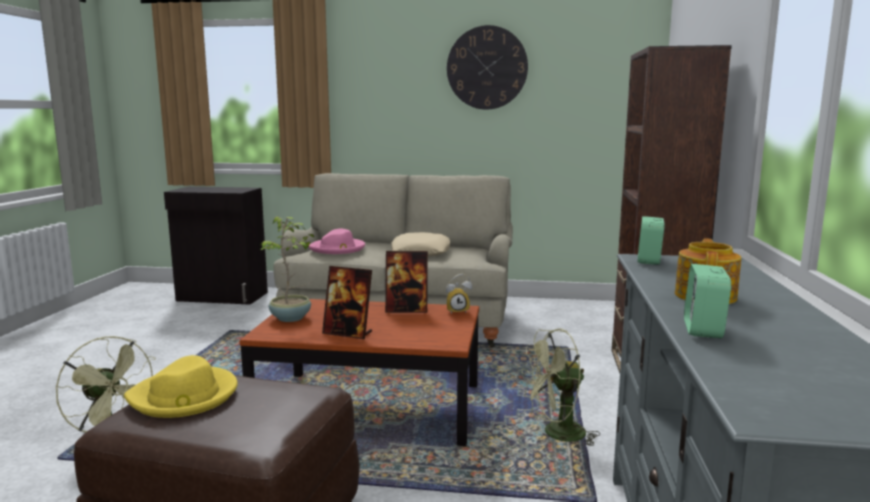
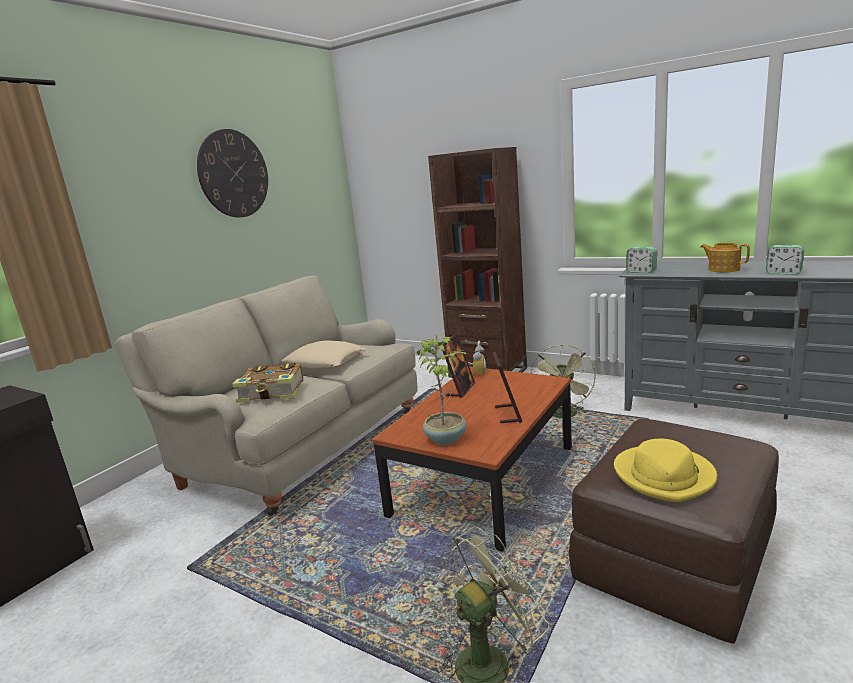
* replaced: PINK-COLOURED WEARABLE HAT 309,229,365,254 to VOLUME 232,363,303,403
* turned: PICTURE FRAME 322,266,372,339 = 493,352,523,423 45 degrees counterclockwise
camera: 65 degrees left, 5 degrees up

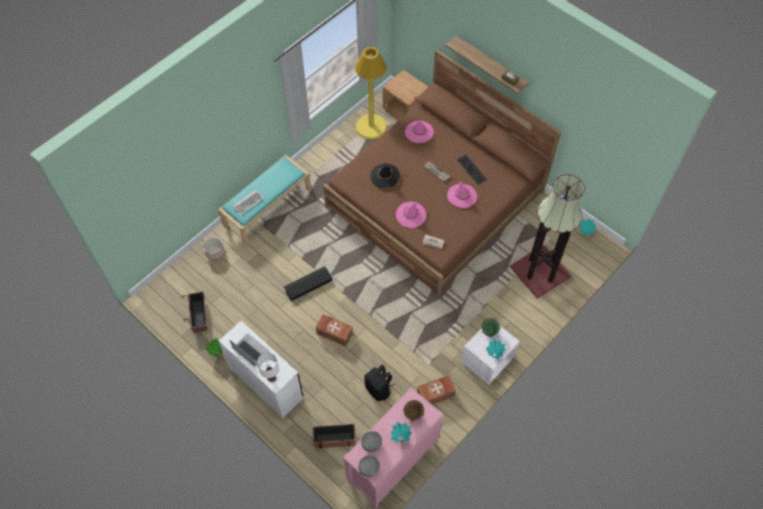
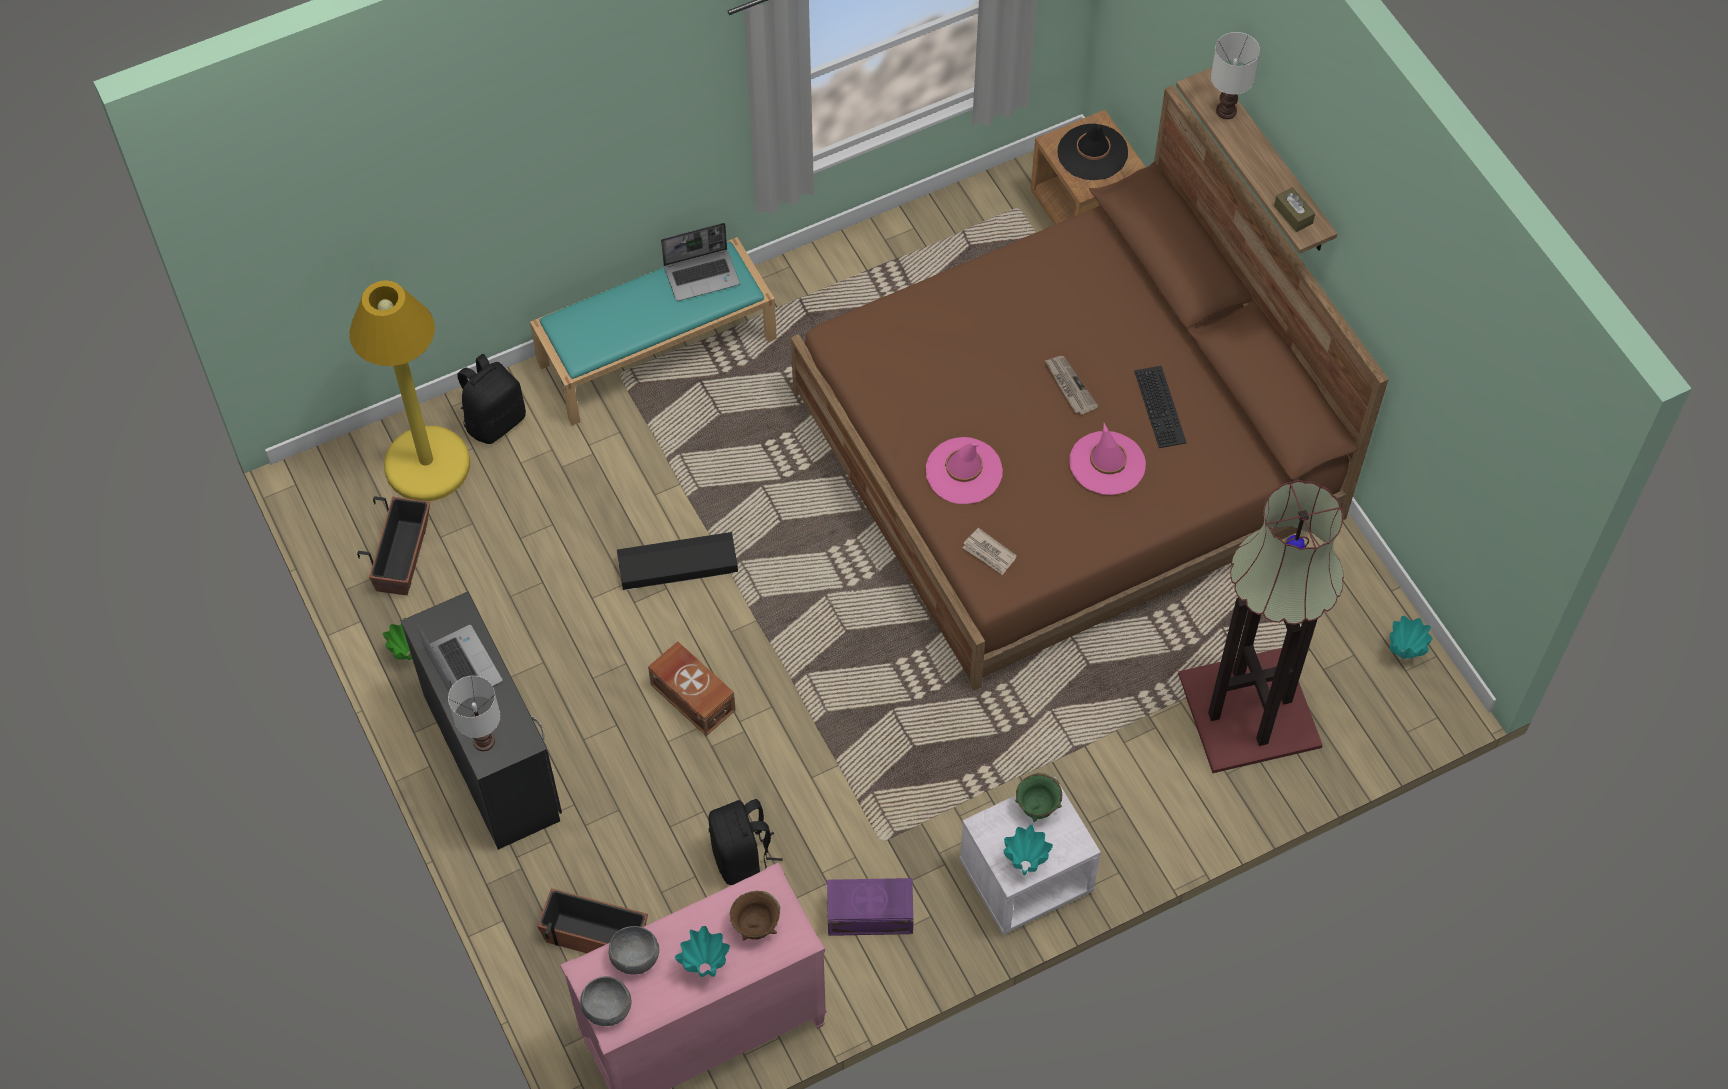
* replaced: PLANT POT 203,237,225,260 to BLACK-COLOURED RUCKSACK 457,354,526,444
* recoloured: WHITE-COLOURED DESK UNIT 219,321,303,418 to BLACK-COLOURED DESK UNIT 401,592,562,850
* removed: KEYBOARD 232,190,264,216
* moved: YELLOW FLOOR LAMP 355,47,387,140 to 349,280,470,501
* moved: BLACK-COLOURED WEARABLE HAT 370,164,400,188 to 1057,124,1128,180
* removed: PINK-COLOURED WEARABLE HAT 405,121,434,143
* recoloured: BROWN STORAGE BOX 417,375,456,404 to PURPLE-COLOURED STORAGE BOX 827,878,914,936
* added: LAPTOP 661,223,740,301
* added: WHITE-COLOURED TABLE LAMP 1211,32,1260,119
camera: 20 degrees right, 0 degrees up

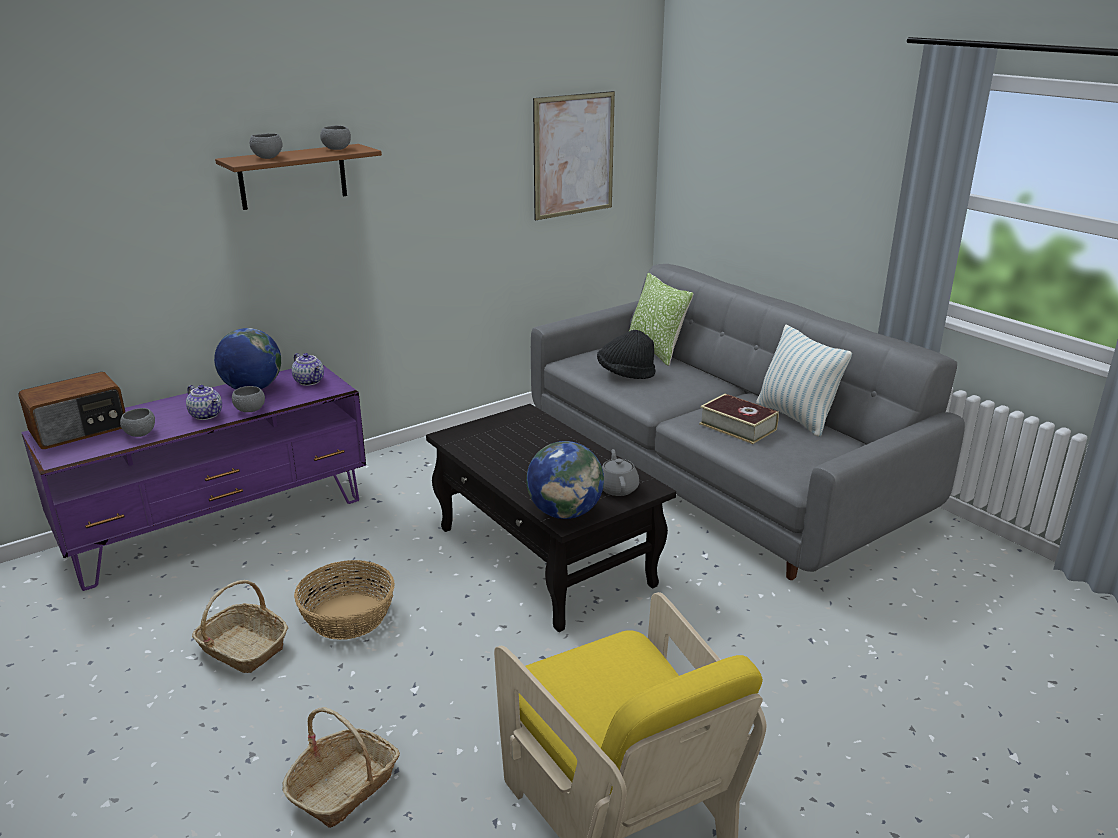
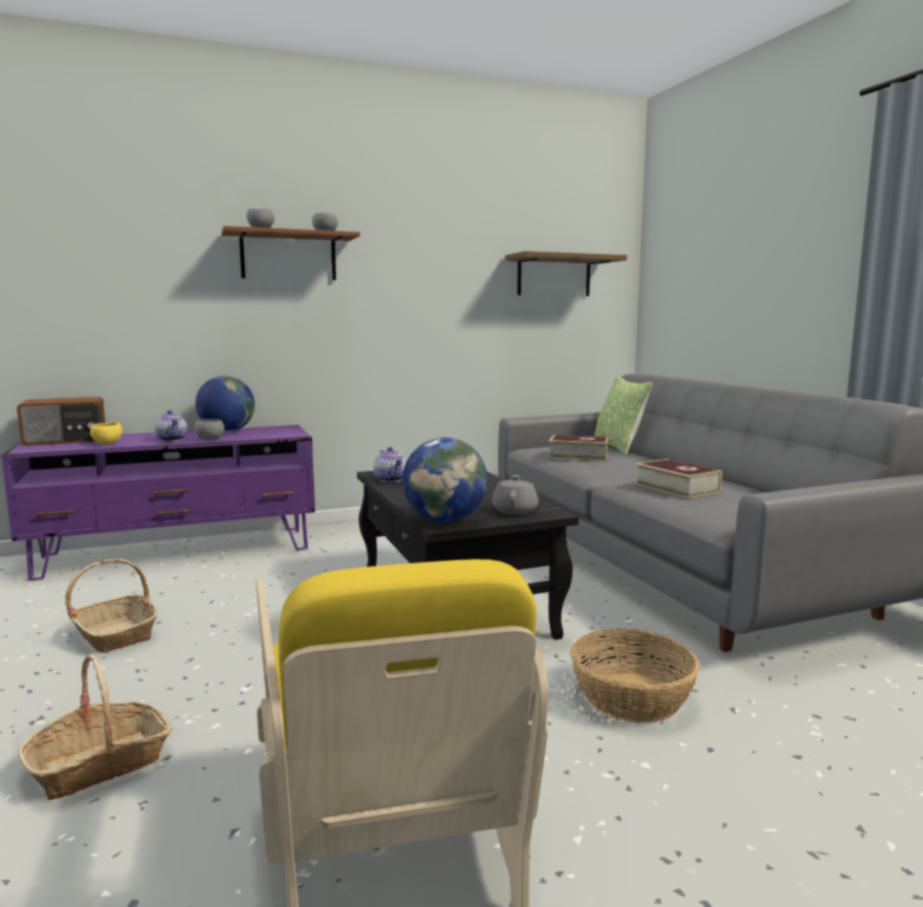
* recoloured: GREY SERVING BOWL 120,408,155,437 to YELLOW SERVING BOWL 90,422,123,445
* moved: TEAPOT 292,353,324,386 to 374,447,407,482
* moved: HOUSEHOLD BASKET 294,560,395,640 to 570,629,700,723
* replaced: WALL PICTURE 533,91,615,220 to SHELF 505,251,627,296
* replaced: BLACK-COLOURED WEARABLE HAT 597,330,656,379 to VOLUME 549,435,609,461
* removed: CUSHION 756,325,852,437
camera: 15 degrees right, 15 degrees down

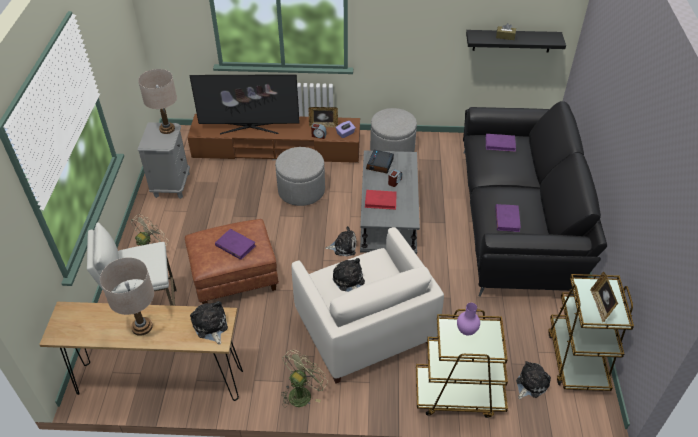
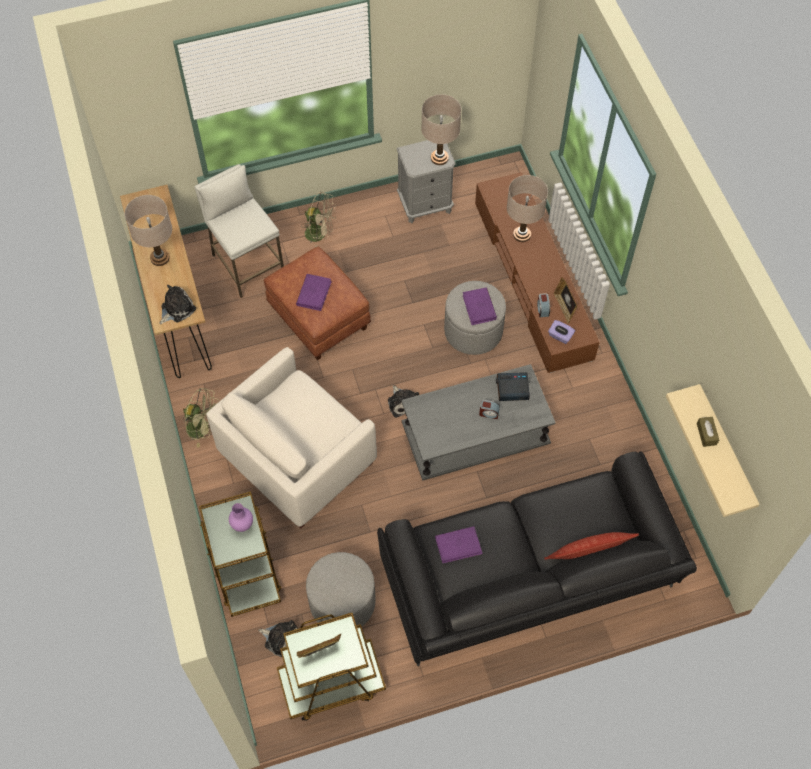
* replaced: TV 189,74,300,134 to BEIGE TABLE LAMP 507,175,548,242
* removed: CUDDLY TOY 333,258,365,292
* removed: RED-COLOURED VOLUME 365,190,397,210
* moved: GREY OTTOMAN 370,108,417,152 to 306,552,376,626
* recoloured: BLACK-COLOURED SHELF 466,30,566,53 to BEIGE SHELF 666,384,760,517
* moved: PURPLE-COLOURED VOLUME 486,134,516,152 to 463,288,497,325
* added: CUSHION 545,532,639,560
camera: 70 degrees right, 15 degrees up

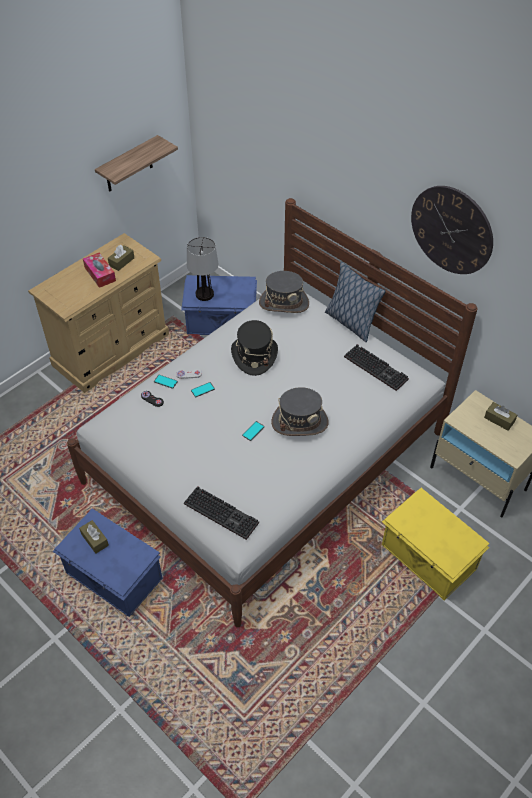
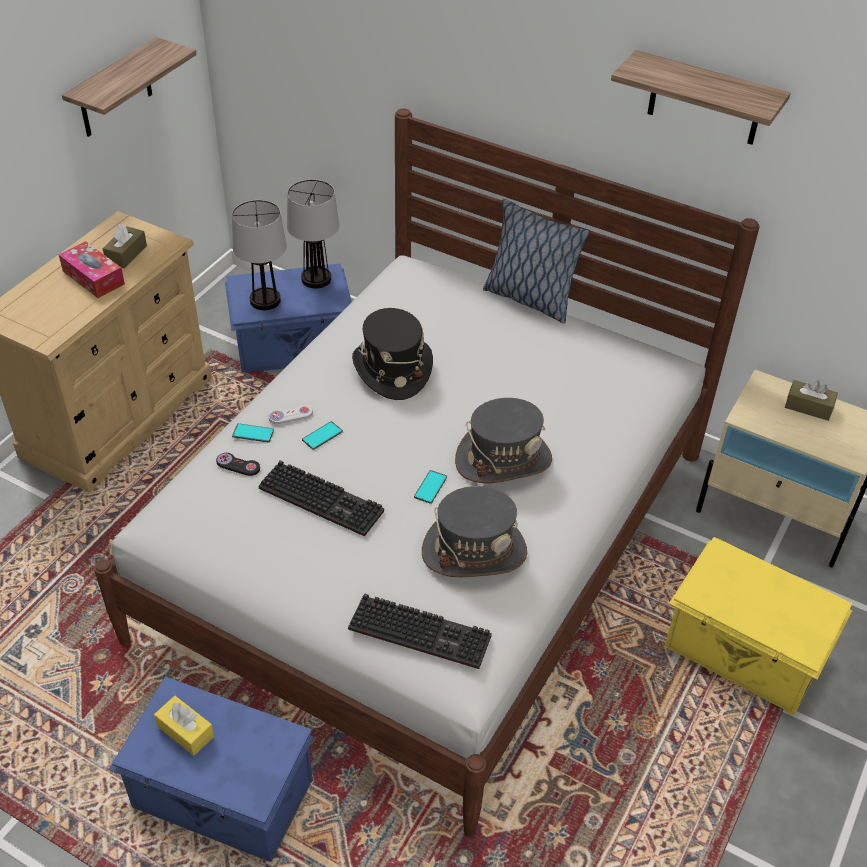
* recoloured: BROWN BOX OF TISSUES 79,520,109,554 to YELLOW BOX OF TISSUES 154,696,214,756
* moved: GREY WEARABLE HAT 259,271,309,313 to 422,486,527,577
* moved: KEYBOARD 344,344,409,391 to 258,460,384,537
* replaced: CLOCK ON THE WALL 411,186,493,274 to SHELF 611,50,791,145
* added: TABLE LAMP 287,179,339,289
camera: 15 degrees left, 5 degrees down

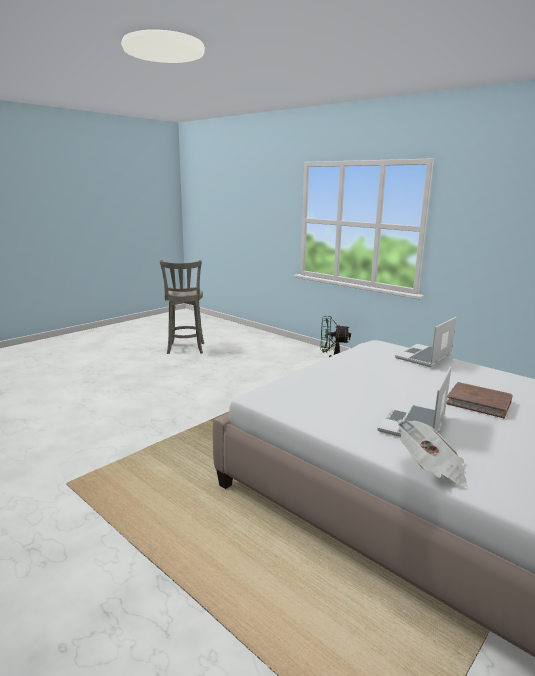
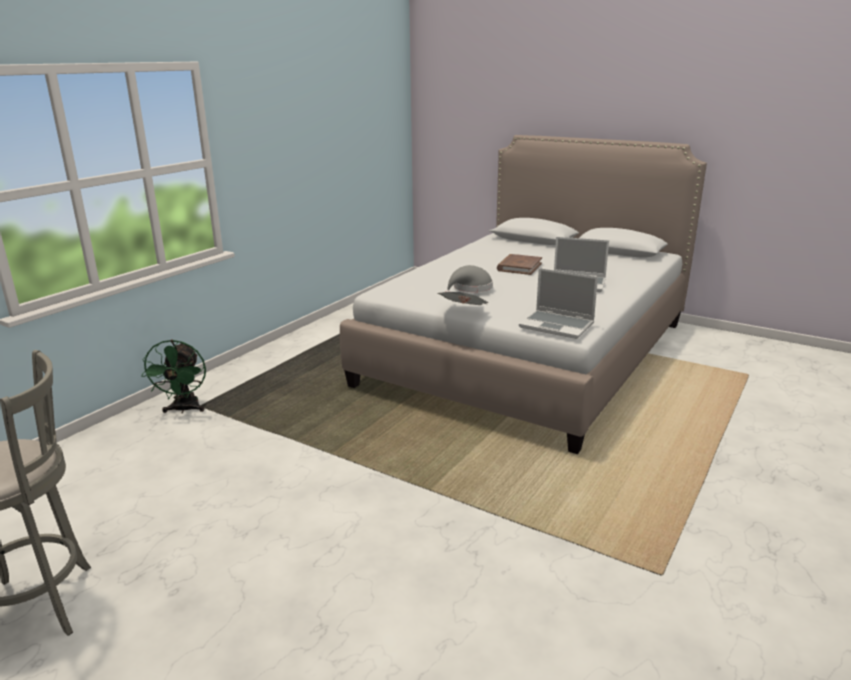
* moved: LAPTOP 395,317,457,367 to 519,268,598,339
* moved: NEWSPAPER 398,419,467,487 to 438,292,488,305
* added: GREY WEARABLE HAT 445,265,493,292
camera: 100 degrees left, 5 degrees up

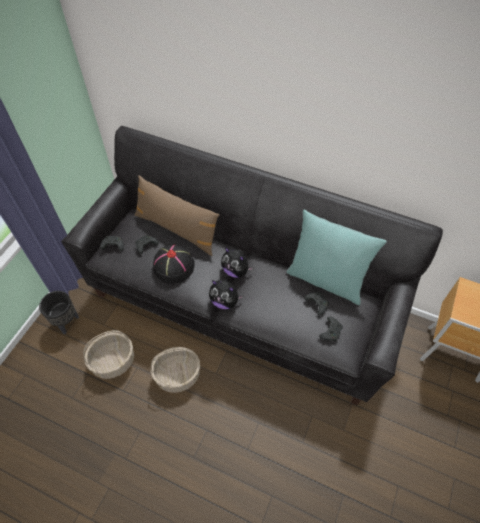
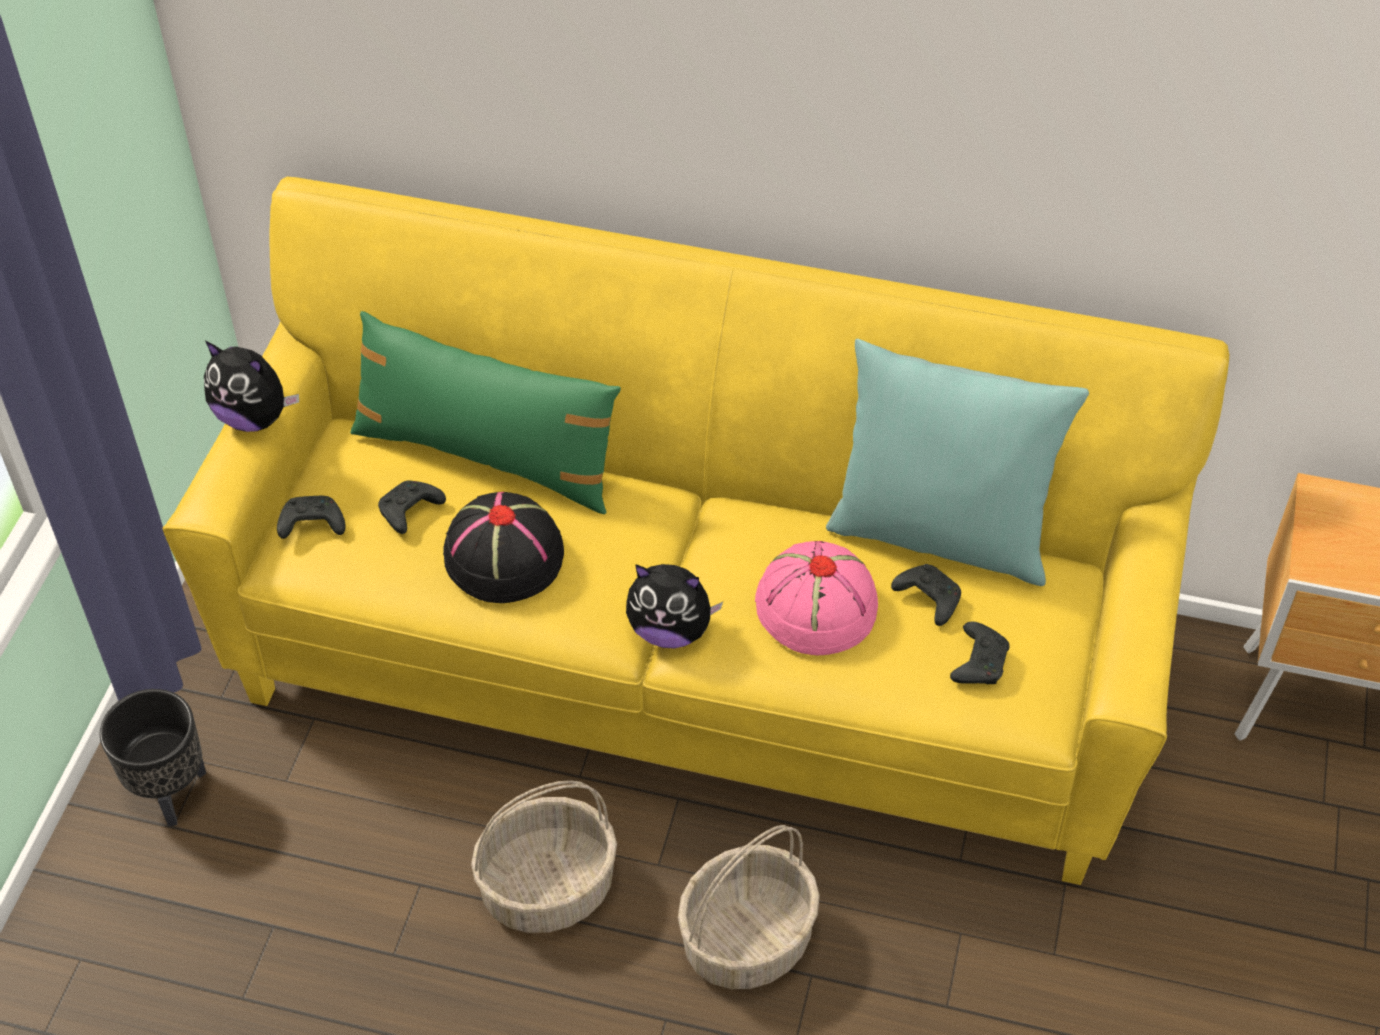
* recoloured: BLACK-COLOURED COUCH 61,126,443,405 to YELLOW COUCH 163,177,1229,885
* moved: HOUSEHOLD BASKET 83,330,134,379 to 678,825,820,989
* recoloured: BROWN CUSHION 135,175,220,256 to GREEN CUSHION 350,311,621,514
* moved: CUDDLY TOY 221,247,254,278 to 204,341,299,432
* added: PINK-COLOURED WEARABLE HAT 755,541,878,655
camera: 10 degrees left, 5 degrees down

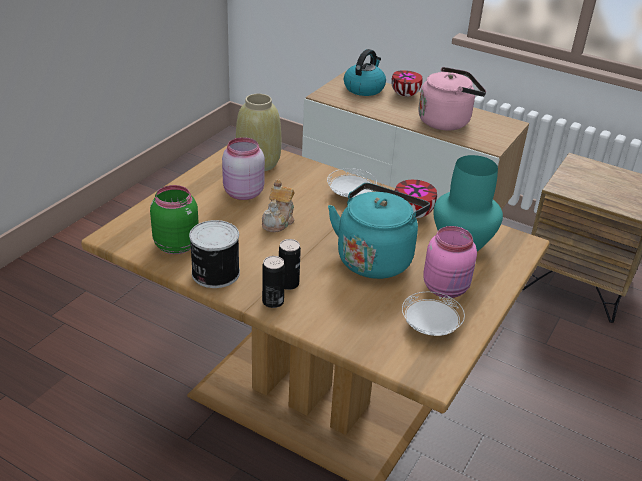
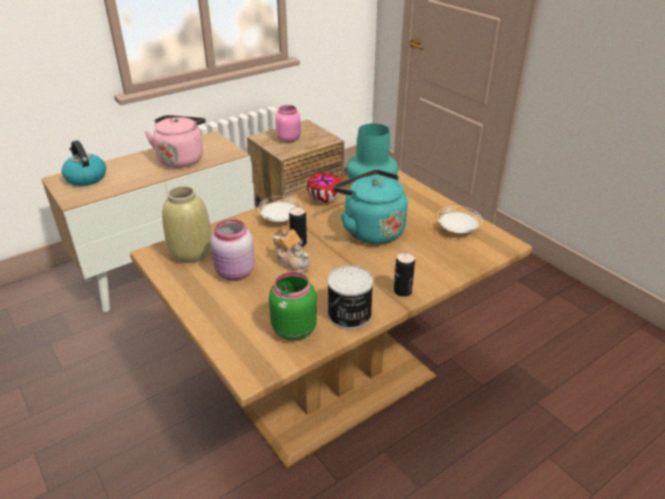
* moved: CAN 279,239,301,290 to 289,207,307,247
* removed: SERVING BOWL 391,70,423,97
* moved: PINK-COLOURED JAR 423,226,477,298 to 275,105,301,143
camera: 65 degrees left, 0 degrees up

